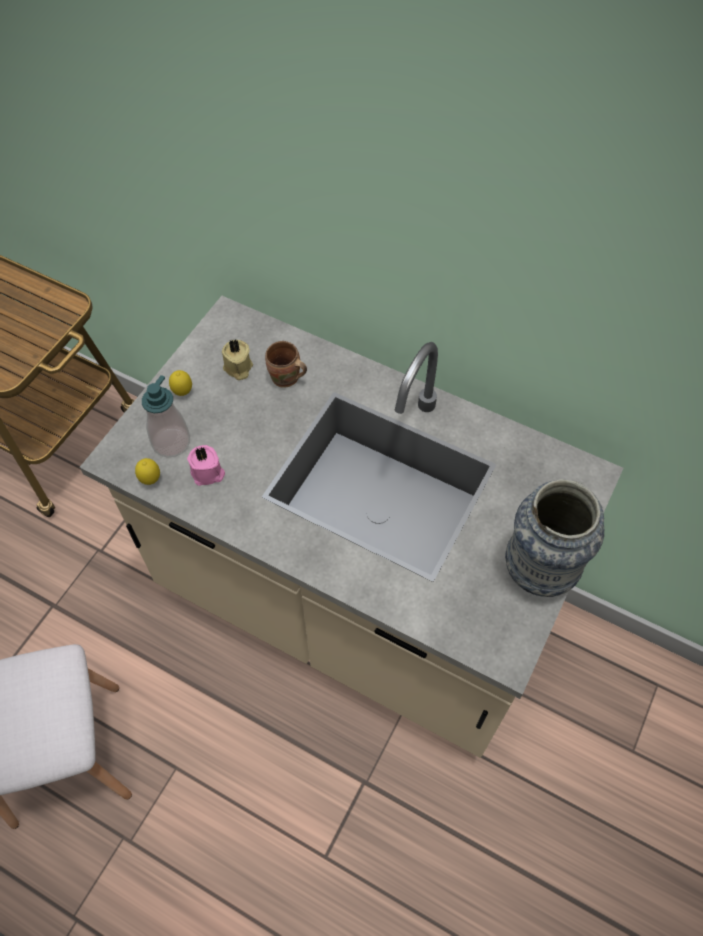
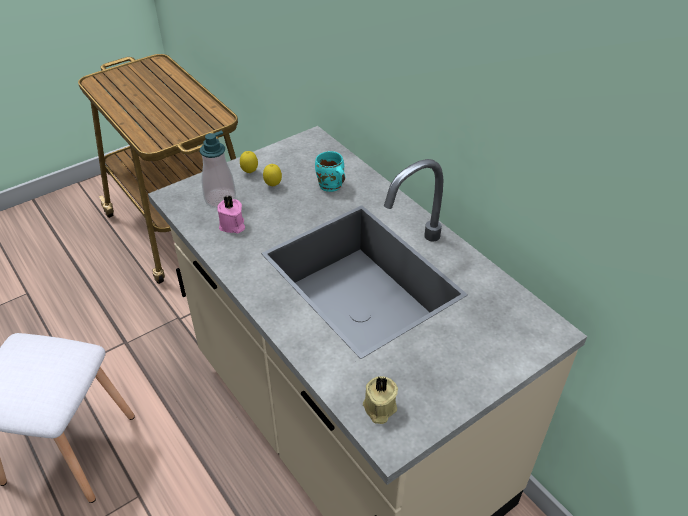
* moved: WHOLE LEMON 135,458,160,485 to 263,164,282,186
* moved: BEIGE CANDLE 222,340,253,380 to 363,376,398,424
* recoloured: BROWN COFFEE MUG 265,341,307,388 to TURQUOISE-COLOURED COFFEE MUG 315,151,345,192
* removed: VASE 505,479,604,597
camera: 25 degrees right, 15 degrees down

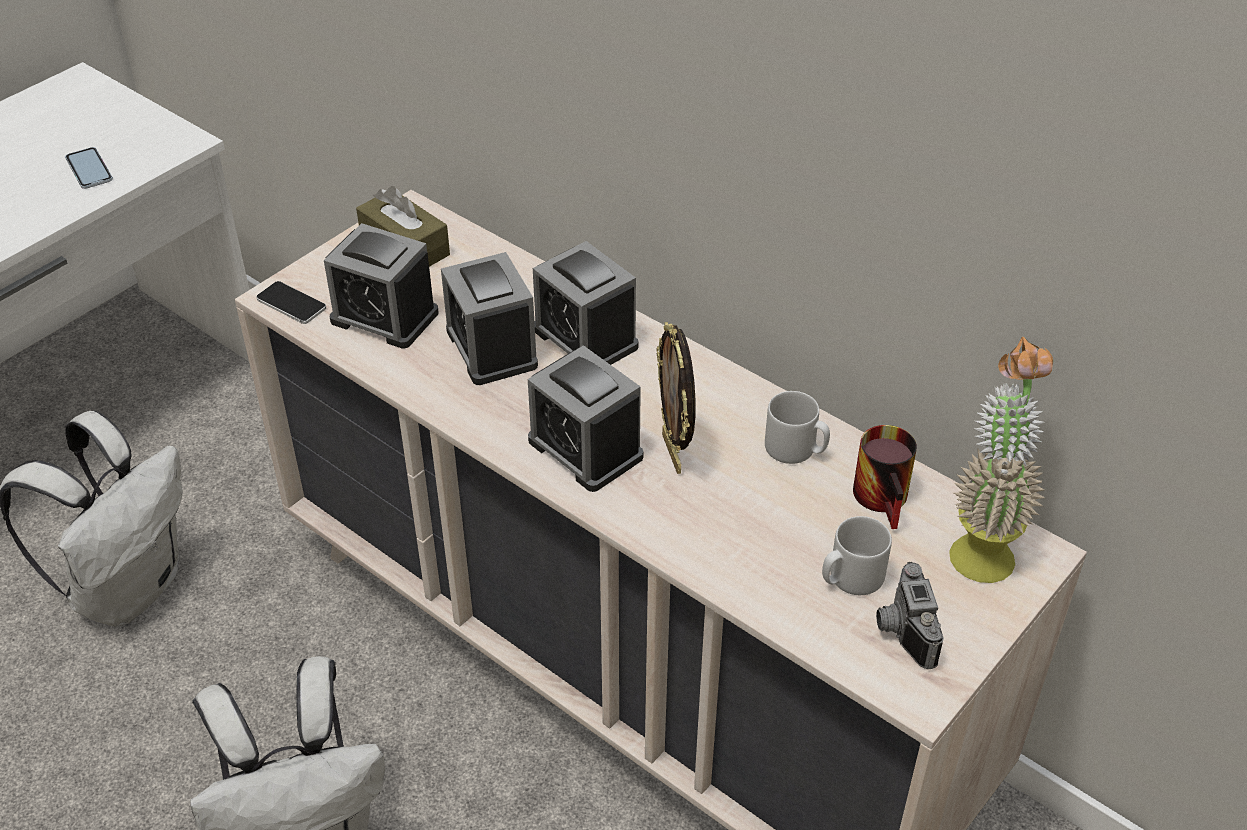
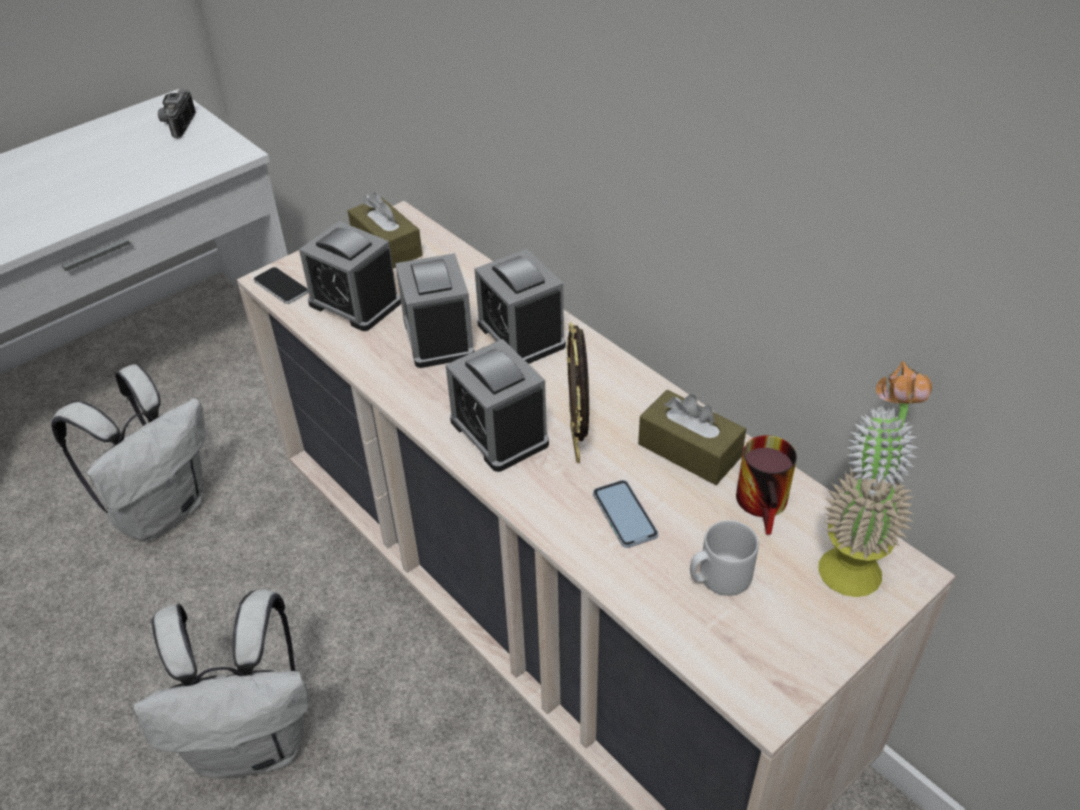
* moved: HANDSET 65,147,113,189 to 593,480,658,548
* replaced: GREY COFFEE MUG 765,391,830,464 to BROWN BOX OF TISSUES 638,390,746,485
* moved: STILL CAMERA 876,562,944,669 to 158,89,196,139
camera: 10 degrees right, 0 degrees up

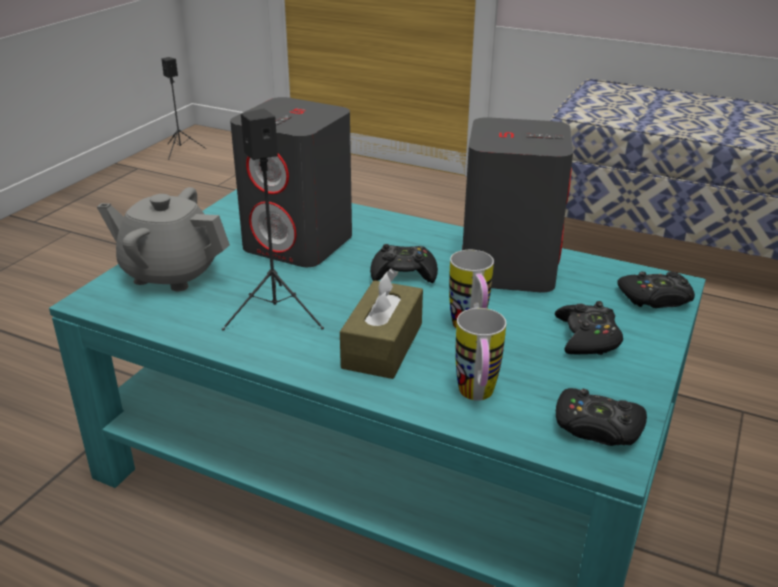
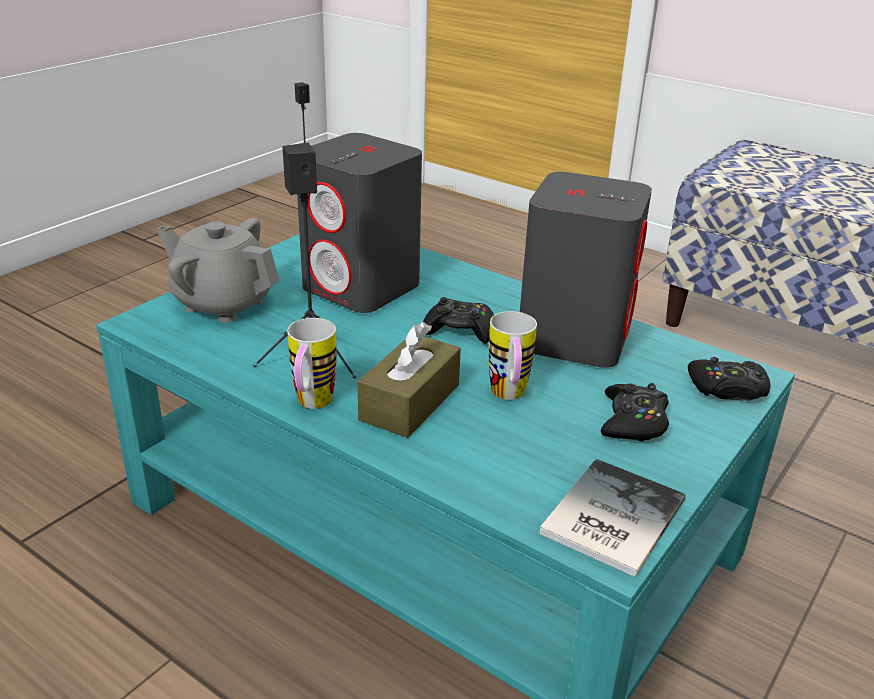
* moved: COFFEE MUG 455,308,506,401 to 287,318,336,409
* replaced: BLACK-COLOURED GAME CONTROLLER 556,388,647,446 to VOLUME 539,459,686,577
camera: 10 degrees right, 0 degrees up

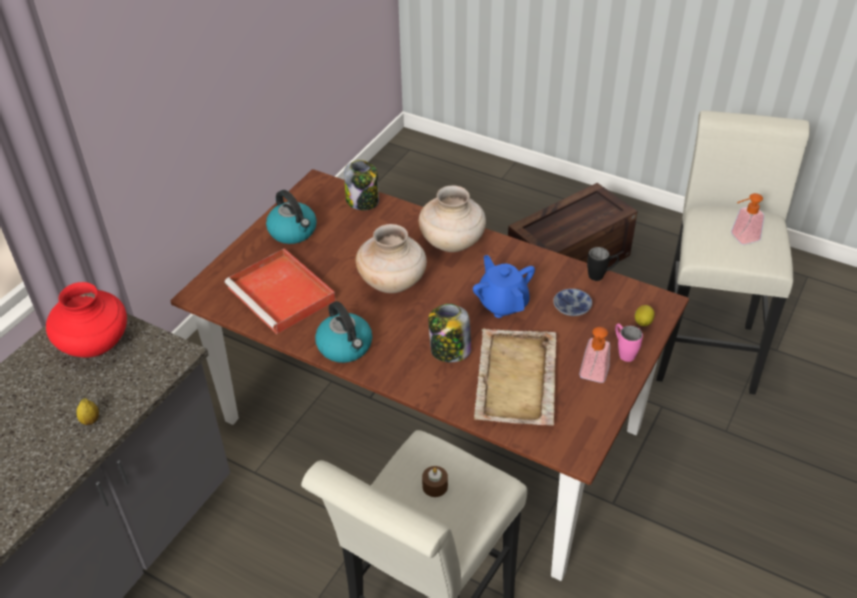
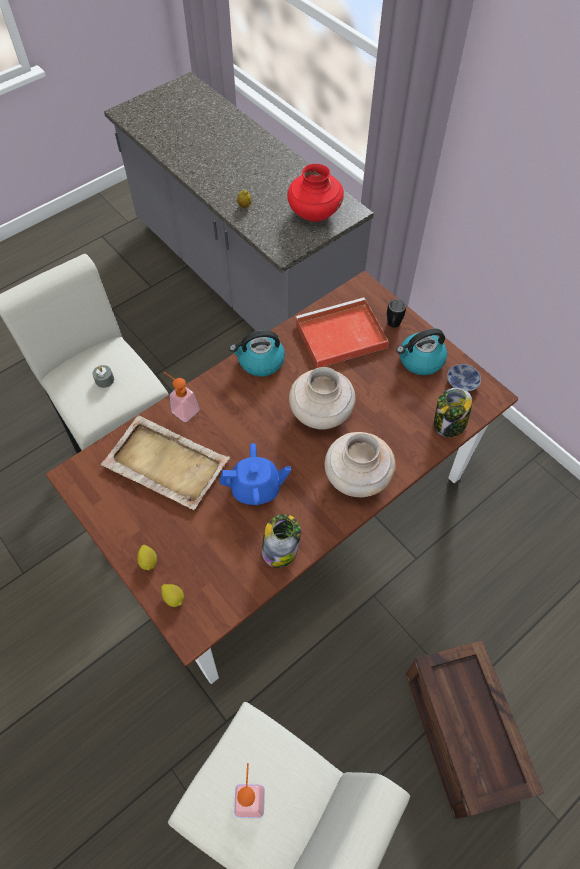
* recoloured: BROWN CANDLE 422,466,448,497 to GREY CANDLE 92,365,114,388
* moved: JAR 428,304,471,362 to 262,514,301,568
* moved: SERVING BOWL 553,289,592,316 to 447,364,481,391
* moved: LIQUID SOAP BOTTLE 579,327,610,383 to 163,372,200,422
* moved: BLACK-COLOURED COFFEE MUG 587,247,619,281 to 387,299,406,328
* replaced: PINK-COLOURED COFFEE MUG 615,324,643,362 to WHOLE LEMON 137,545,157,571
camera: 110 degrees right, 15 degrees up

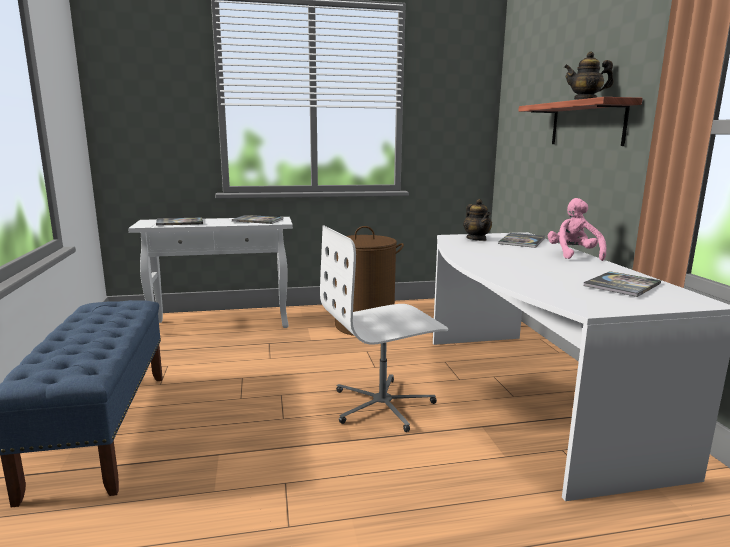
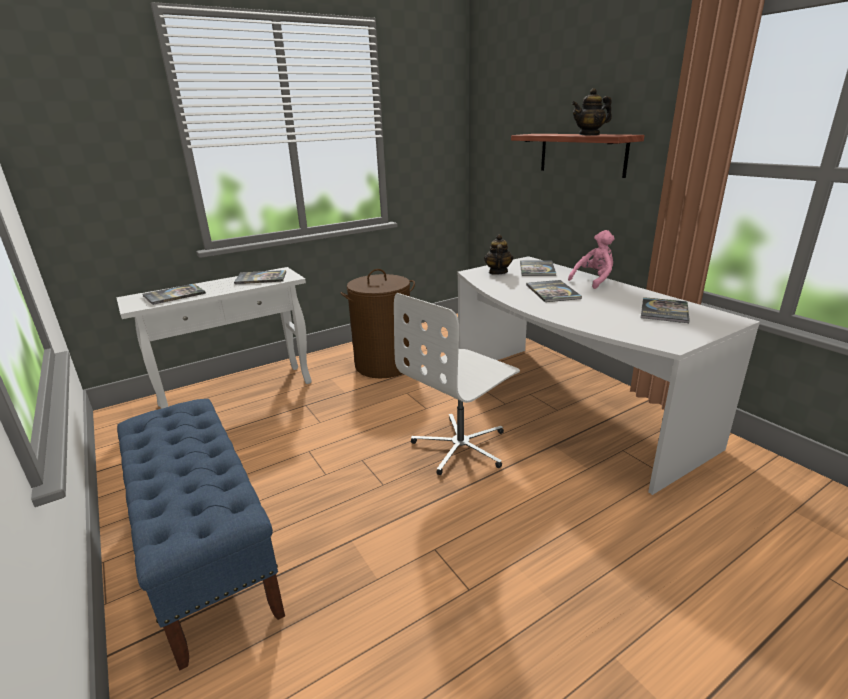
* turned: TEAPOT 463,199,492,241 = 484,234,513,275 135 degrees counterclockwise
* turned: PINK-COLOURED CUDDLY TOY 548,198,606,261 = 568,230,615,289 75 degrees clockwise
* added: VOLUME 526,280,582,302
camera: 20 degrees left, 10 degrees up

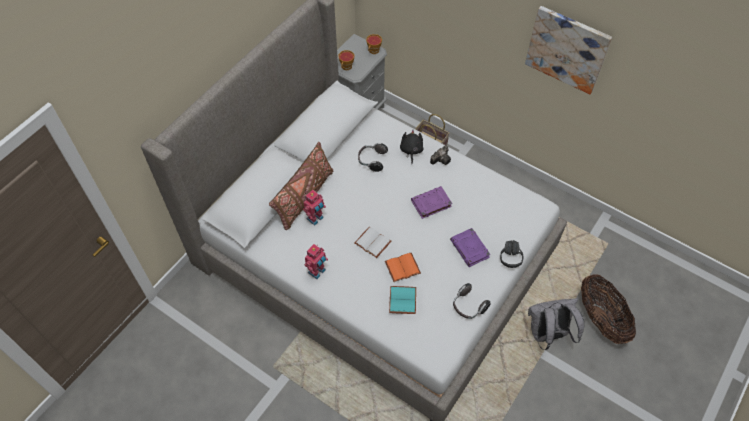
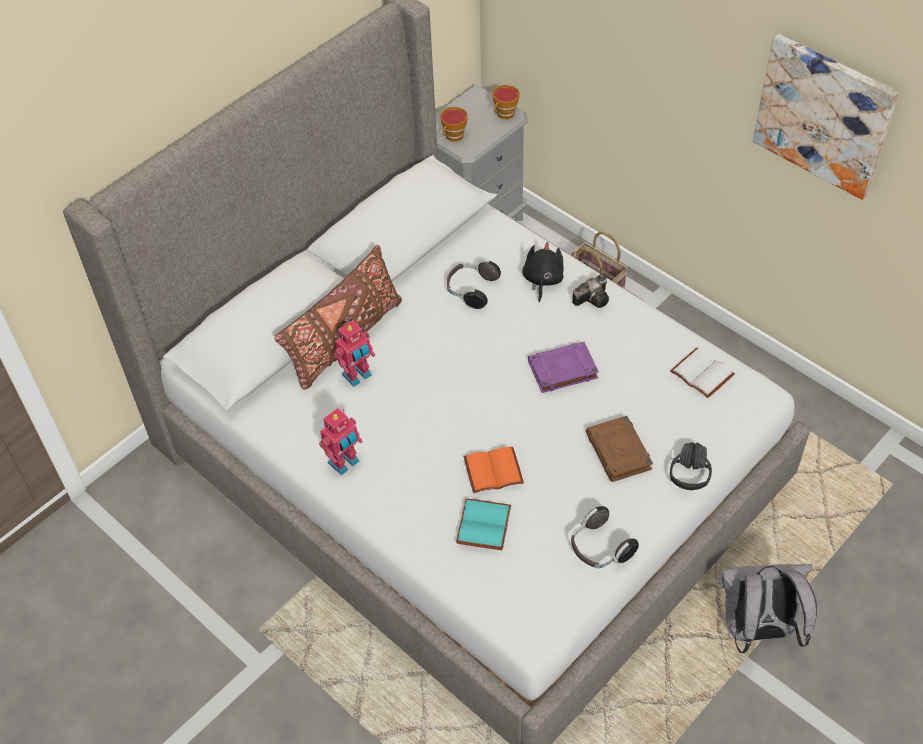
* moved: WHITE-COLOURED VOLUME 354,226,391,258 to 670,347,735,398
* recoloured: PURPLE-COLOURED VOLUME 450,228,491,267 to BROWN VOLUME 586,416,653,482
* removed: HOUSEHOLD BASKET 581,275,636,344
camera: 10 degrees right, 5 degrees down

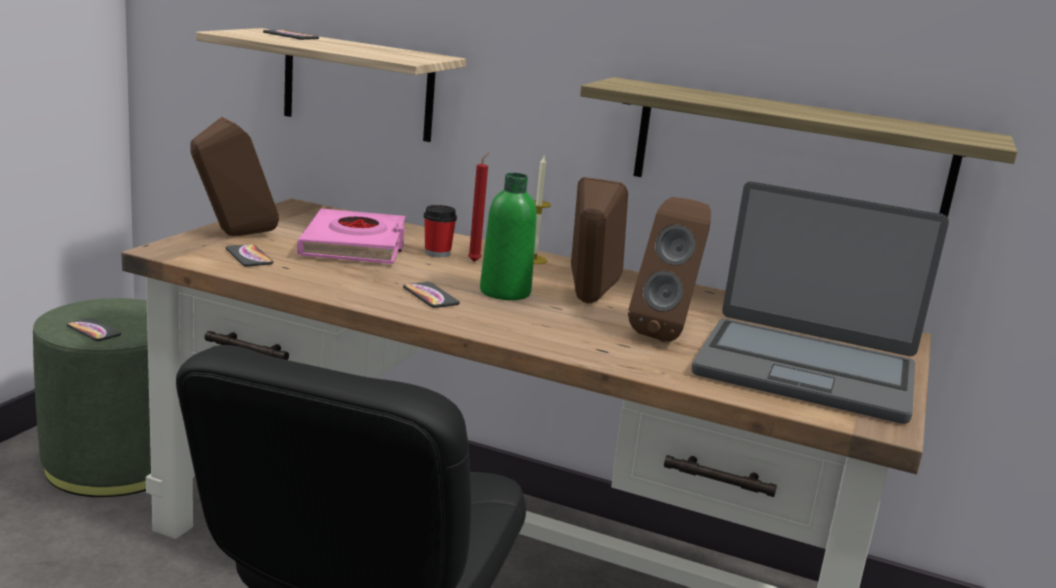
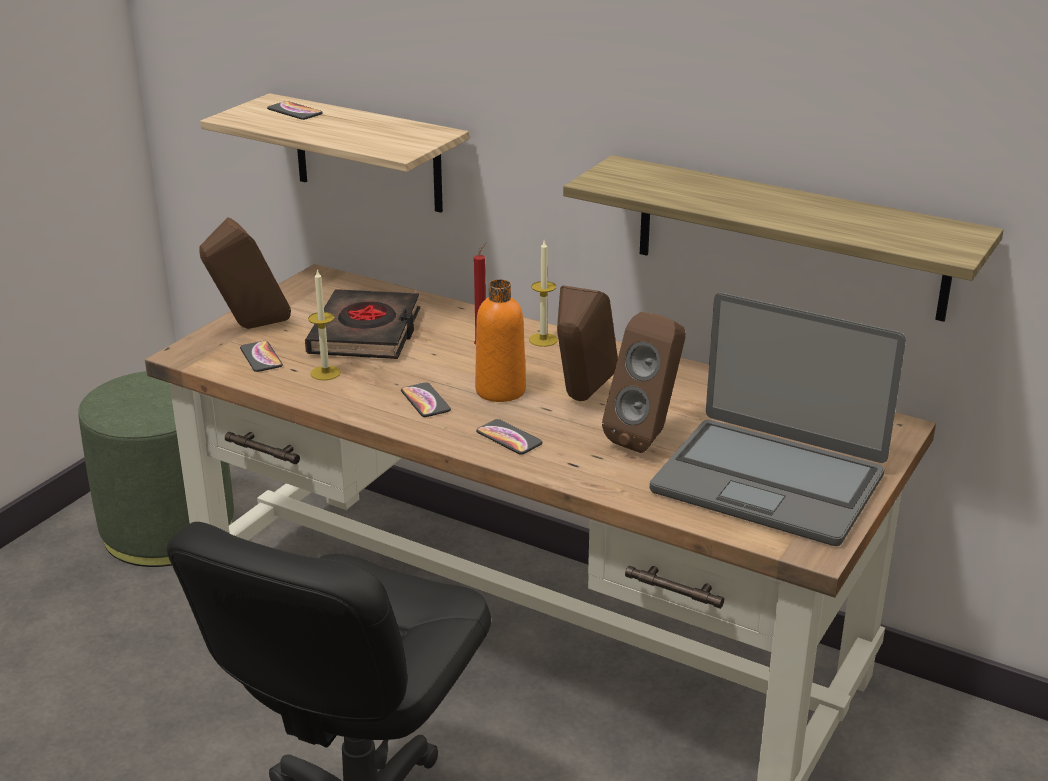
* moved: HANDSET 67,318,121,341 to 476,419,542,455
* recoloured: PINK-COLOURED VOLUME 297,209,406,264 to BLACK-COLOURED VOLUME 305,289,420,359
* removed: CUP 424,205,457,257
* recoloured: GREEN DRINK BOTTLE 480,173,537,300 to ORANGE DRINK BOTTLE 475,279,526,402
* added: CANDLE 308,269,341,380
camera: 10 degrees right, 10 degrees up

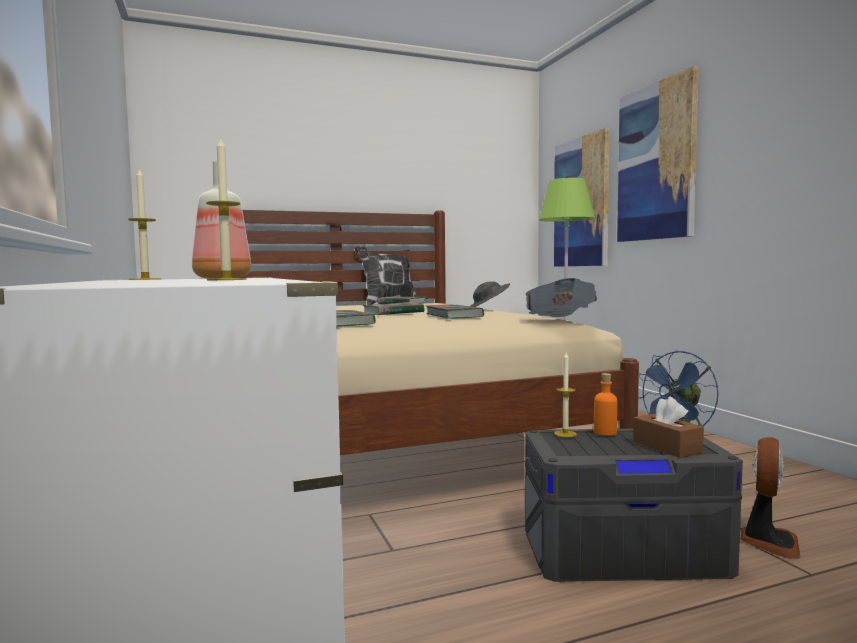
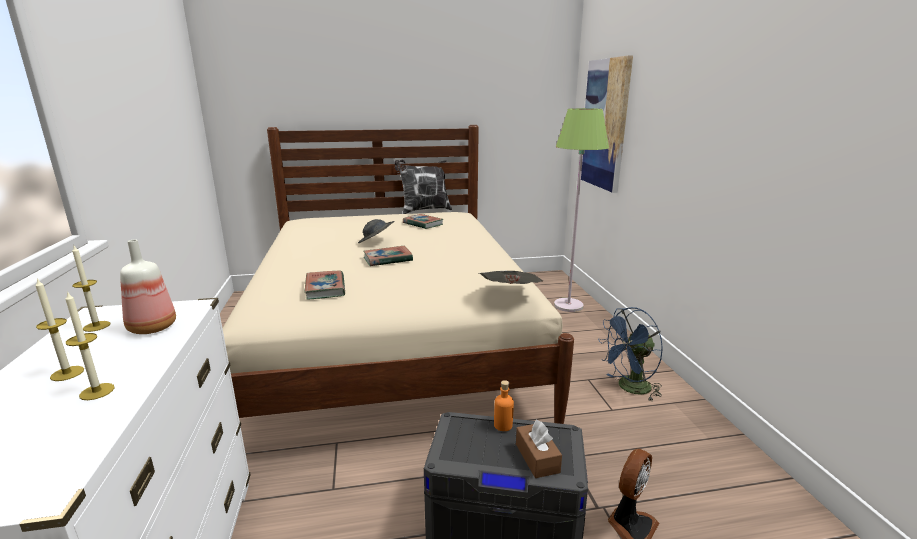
* removed: VOLUME 426,305,484,319
* moved: GREY WEARABLE HAT 470,282,510,307 to 358,219,395,243
* moved: CANDLE 554,353,577,437 to 35,278,84,381
* removed: WALL PICTURE 617,66,699,242
camera: 10 degrees right, 15 degrees up

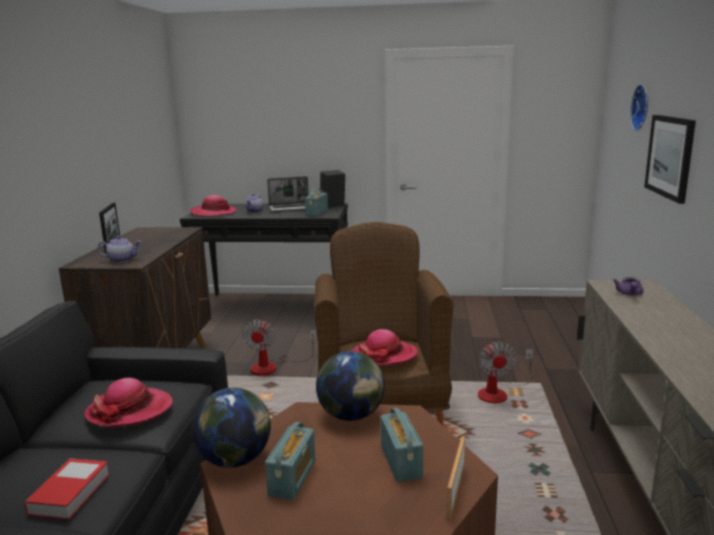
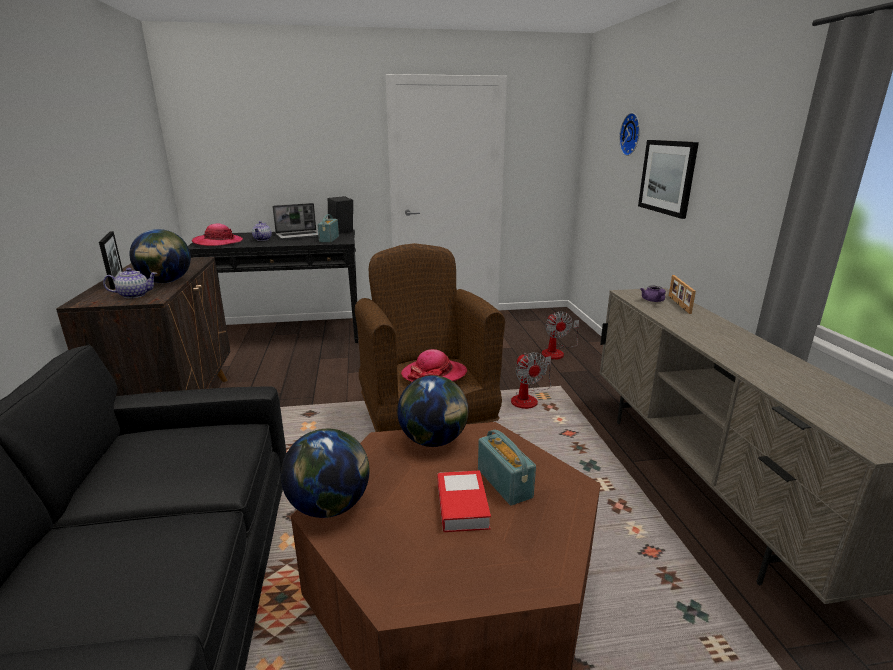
* moved: VOLUME 24,458,110,520 to 438,470,491,532
* removed: WEARABLE HAT 84,378,173,427
* moved: ELECTRIC FAN 242,319,316,376 to 542,311,579,360
* removed: RADIO 265,422,315,500
* moved: PICTURE FRAME 447,436,465,521 to 669,275,696,314
* added: GLOBE 129,229,191,283
camera: 15 degrees left, 5 degrees up

